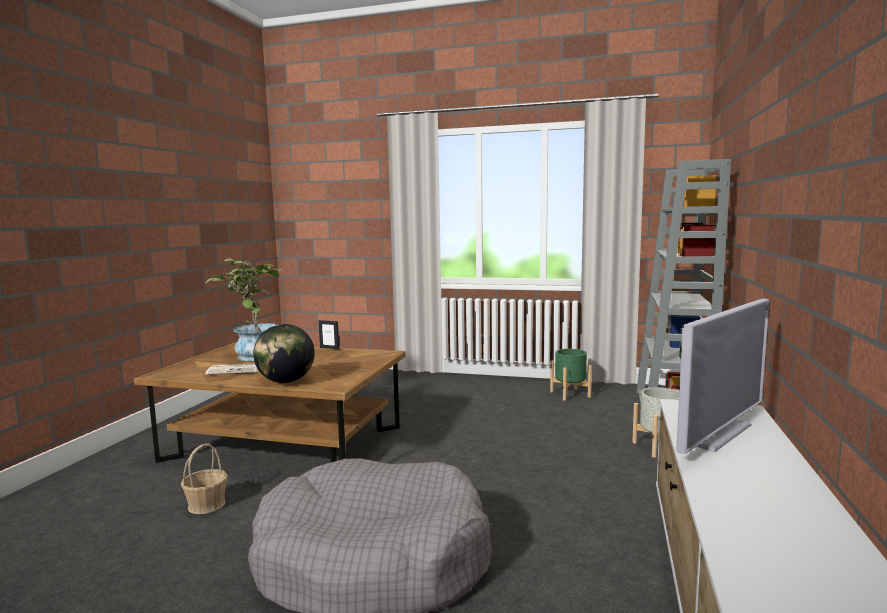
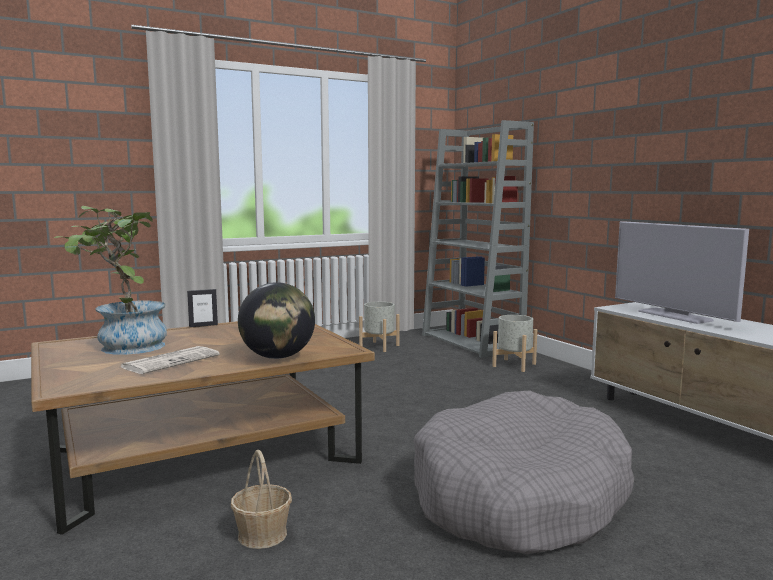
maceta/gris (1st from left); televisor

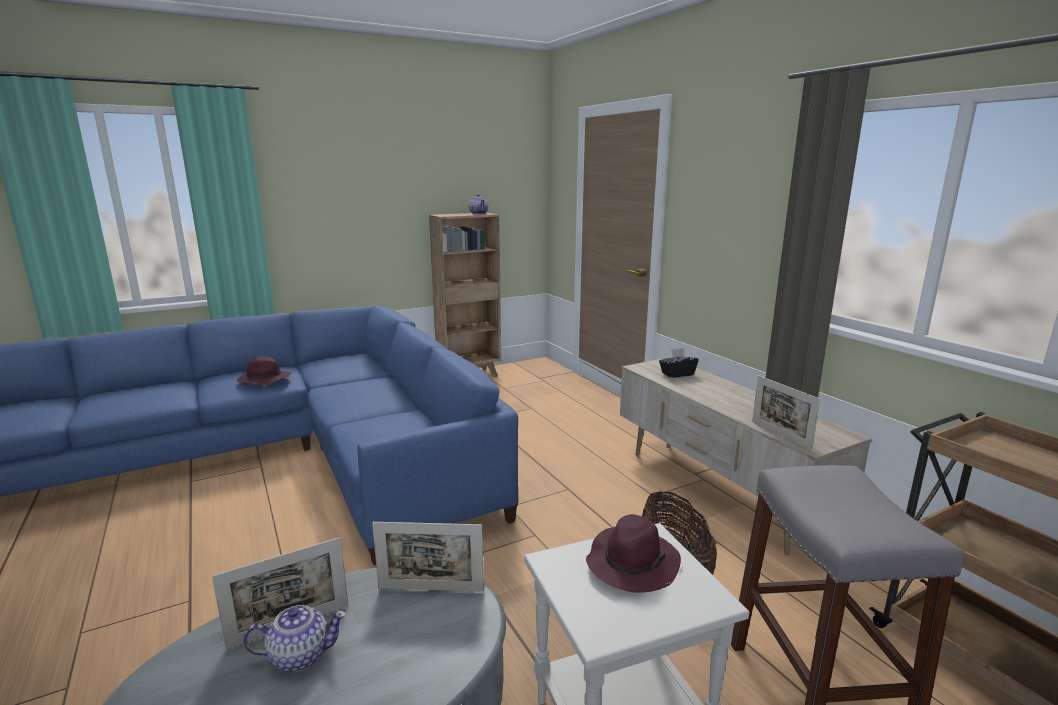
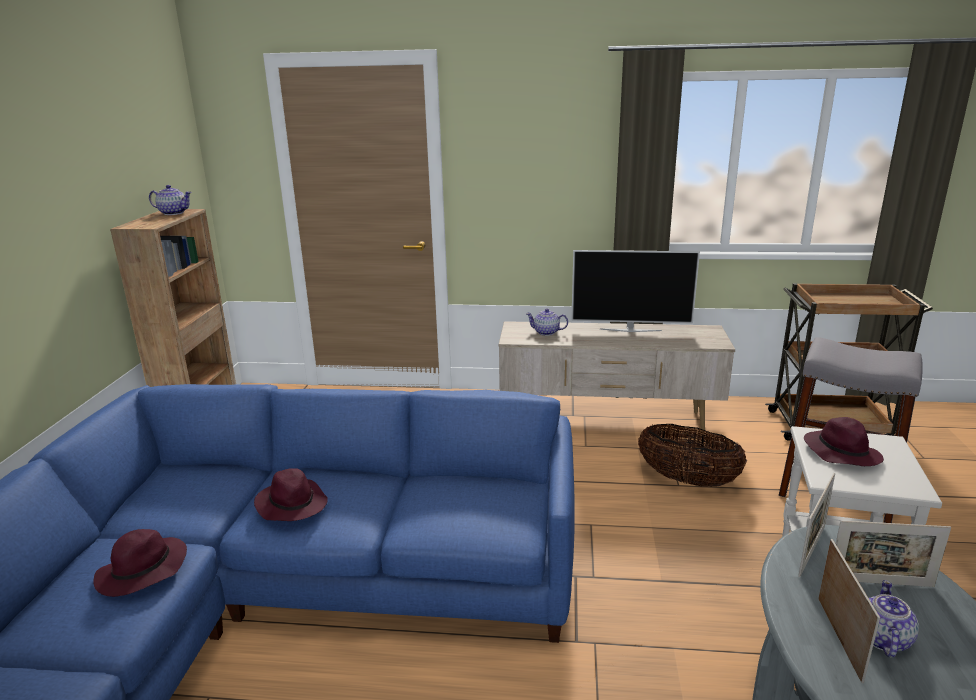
sombrero/morado (2nd from left); tetera (2nd from left); televisor; portarretratos (3rd from left)

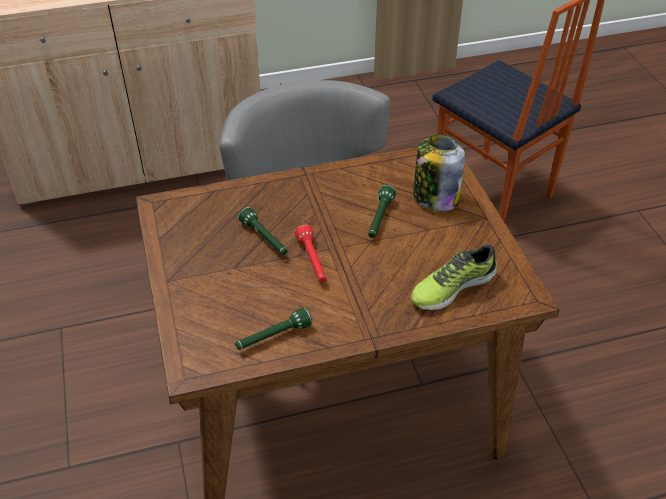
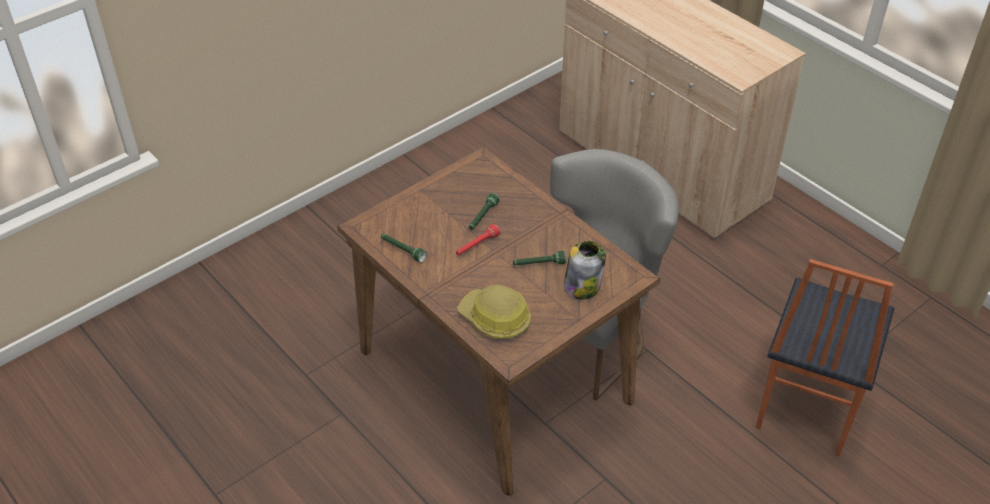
casco

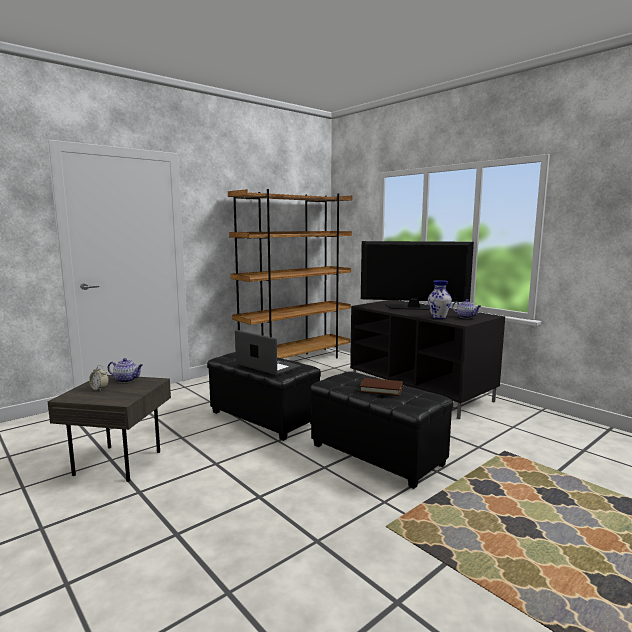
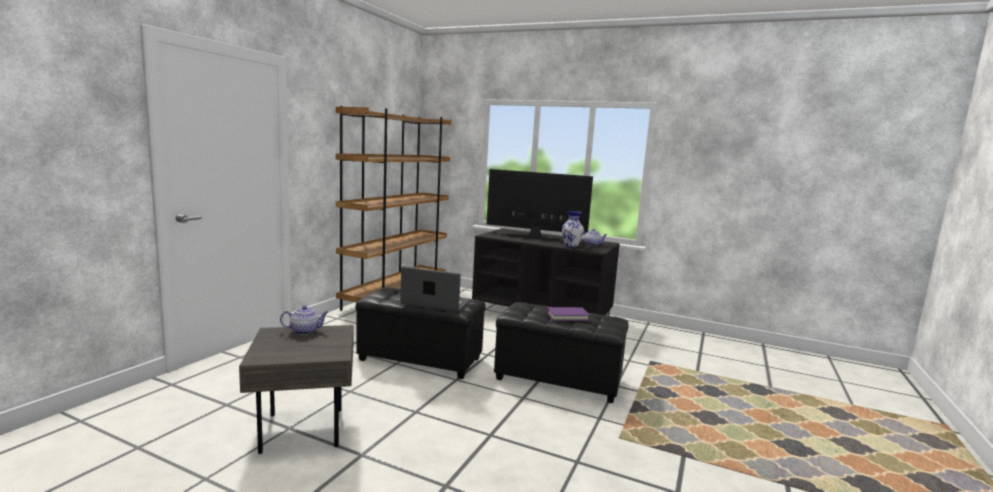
televisor; libro/morado; despertador

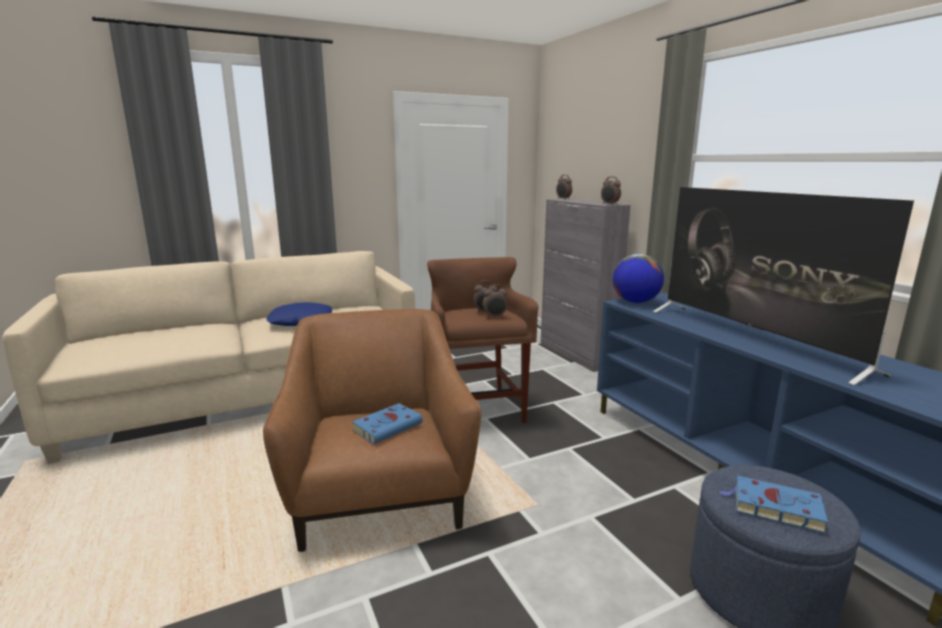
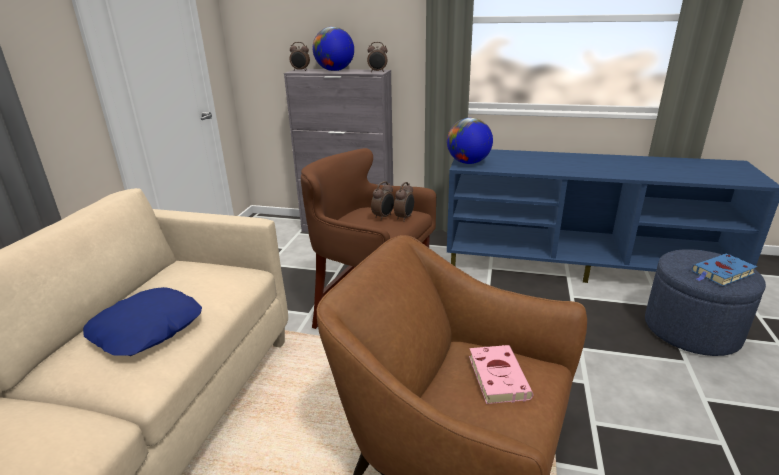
globo terráqueo (1st from left); libro/rosa; televisor

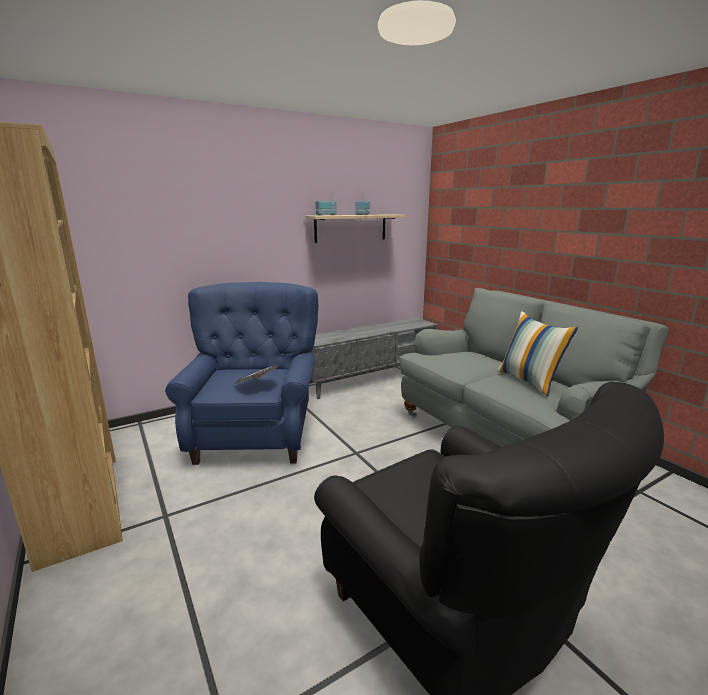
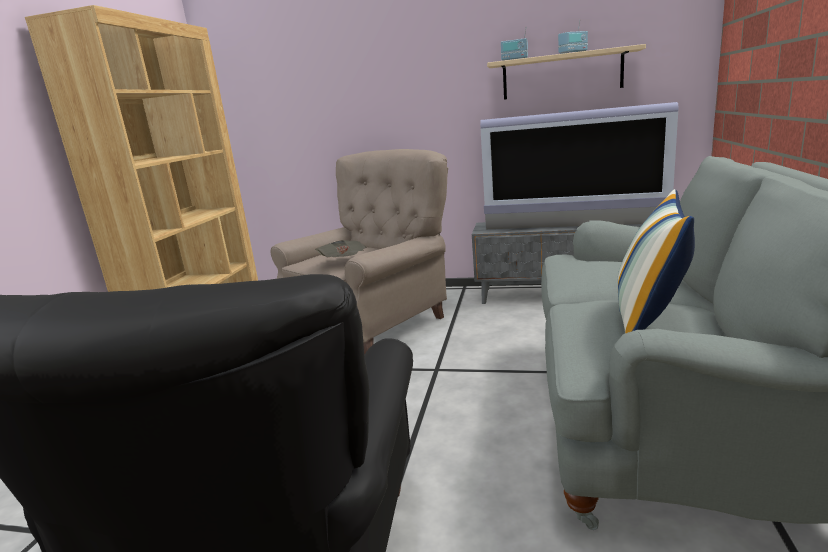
sillón/beis; televisor

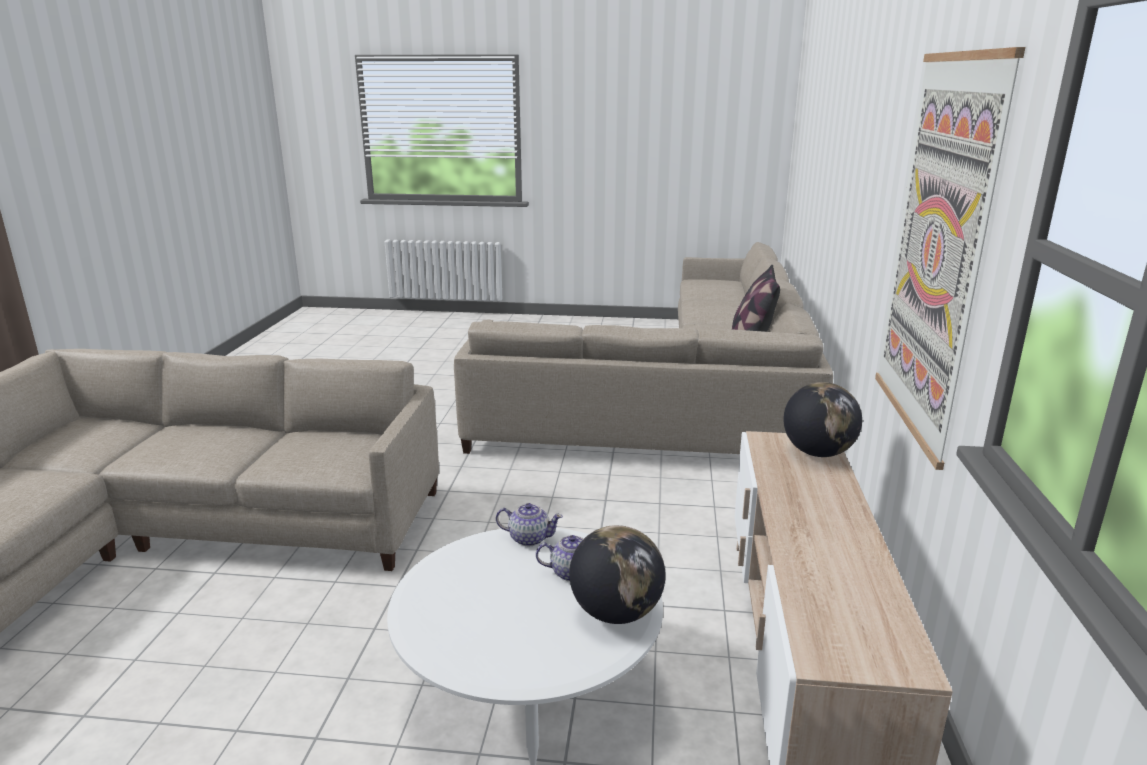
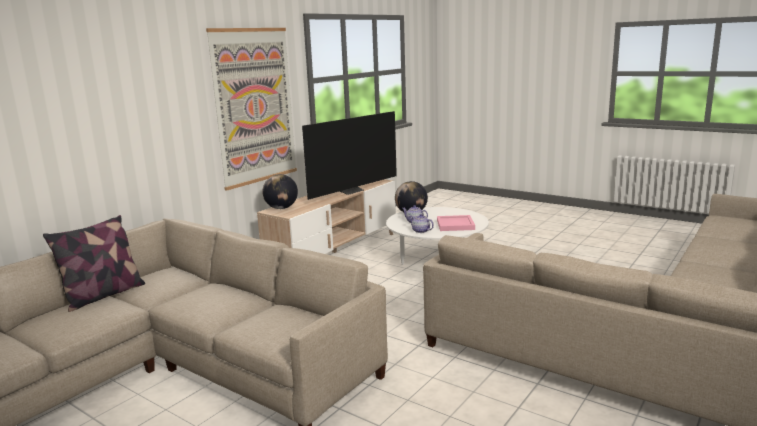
televisor; bandeja/rosa

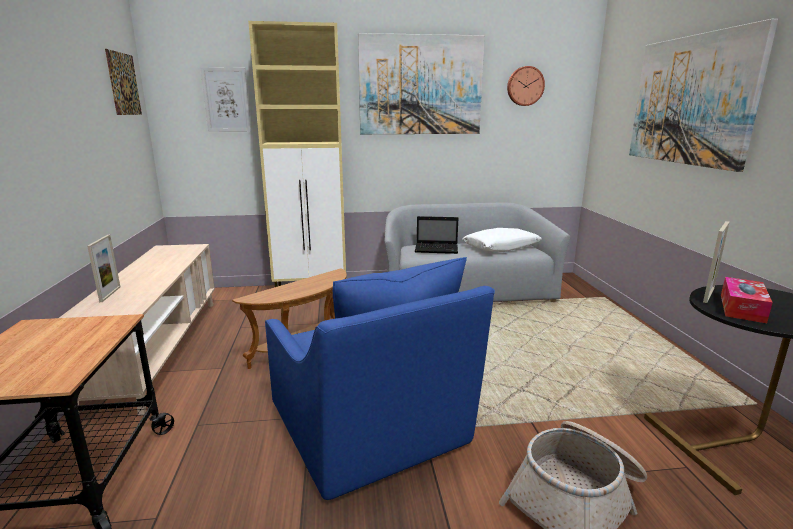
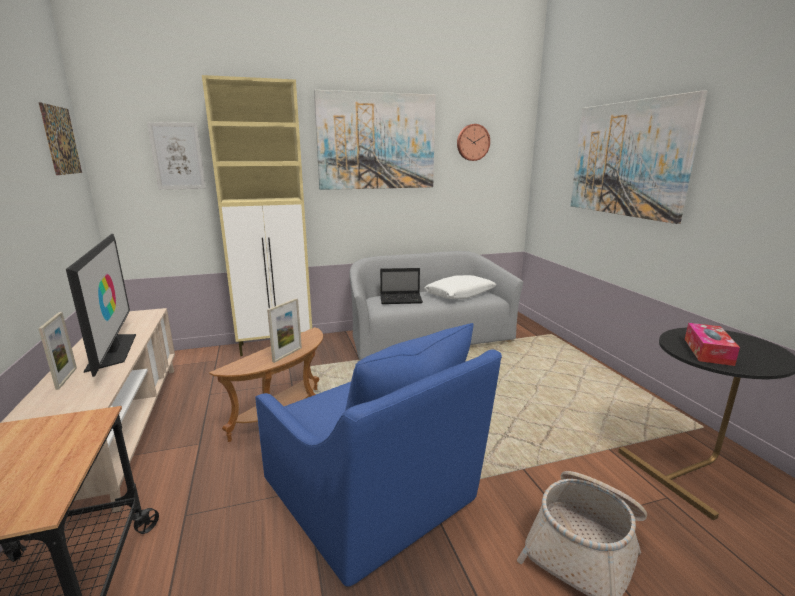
televisor; portarretratos (2nd from left)

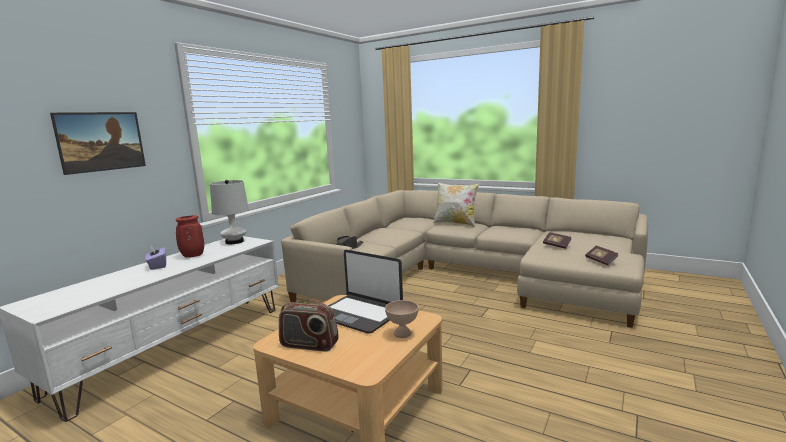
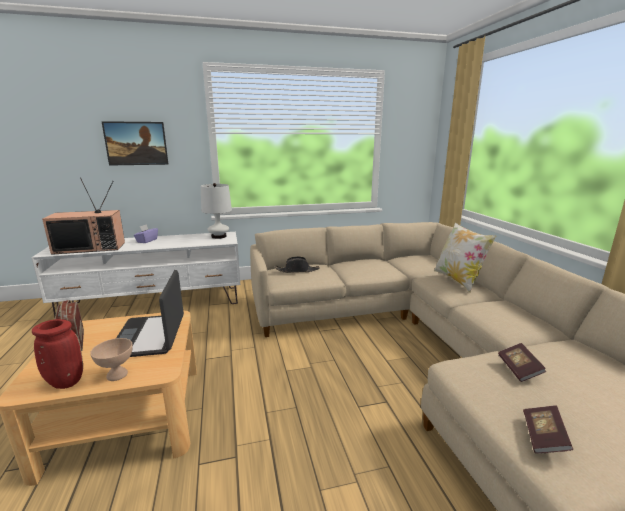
florero/rojo; televisor

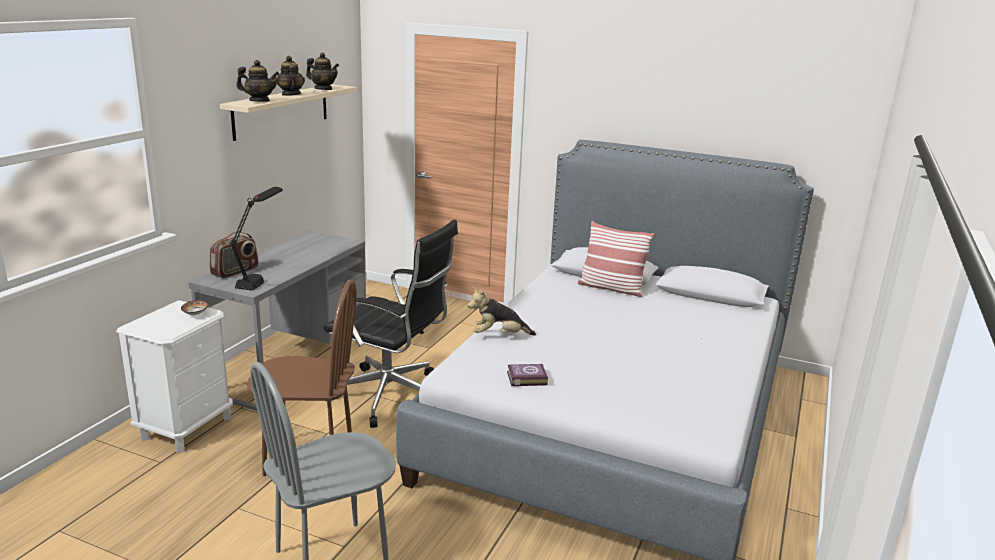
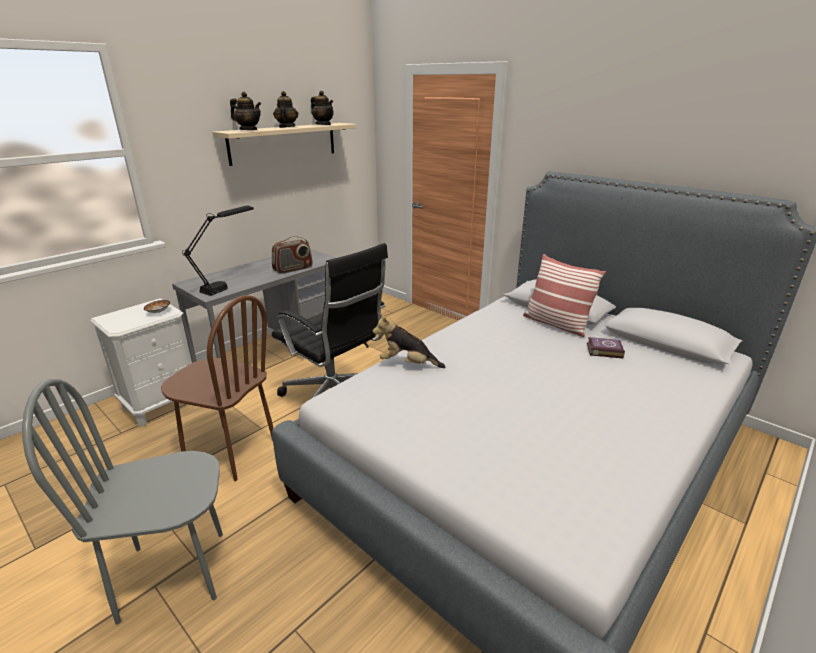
radio; libro

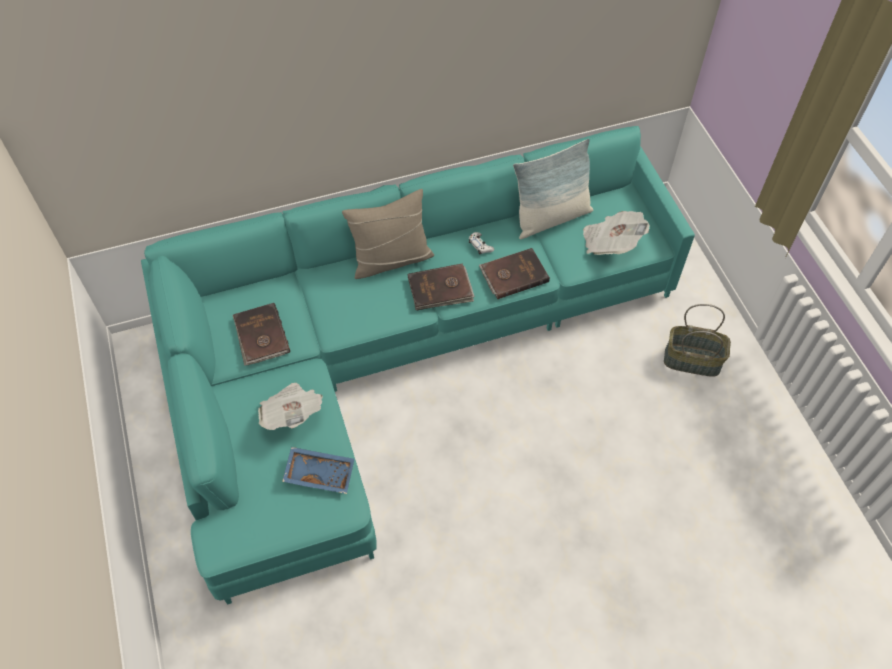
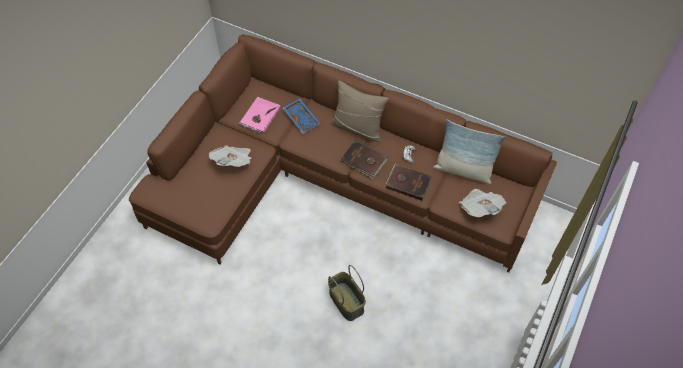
sofá/marrón; libro/rosa; bandeja/azul; cesta

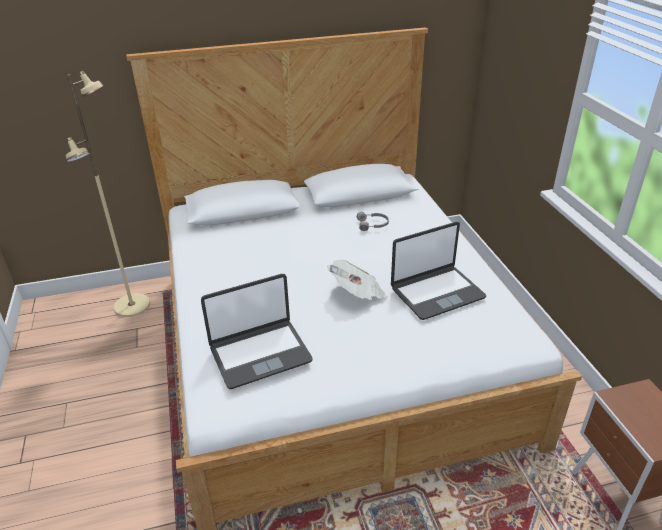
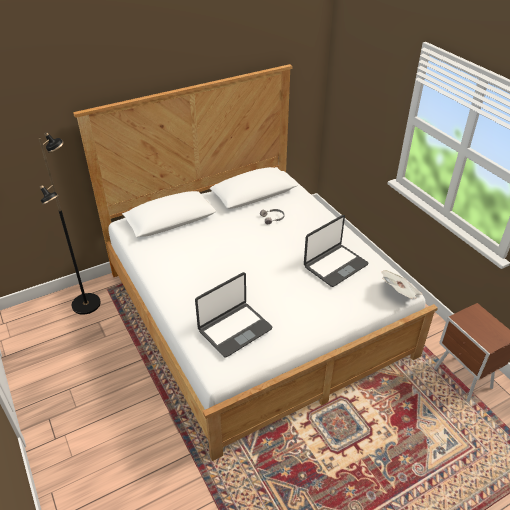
lámpara de pie/negro; periódico

